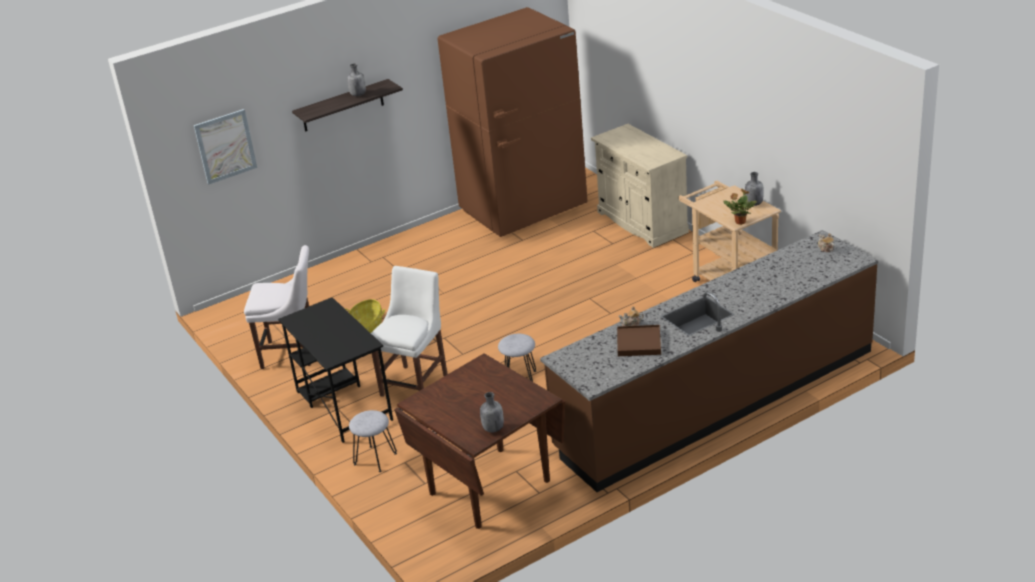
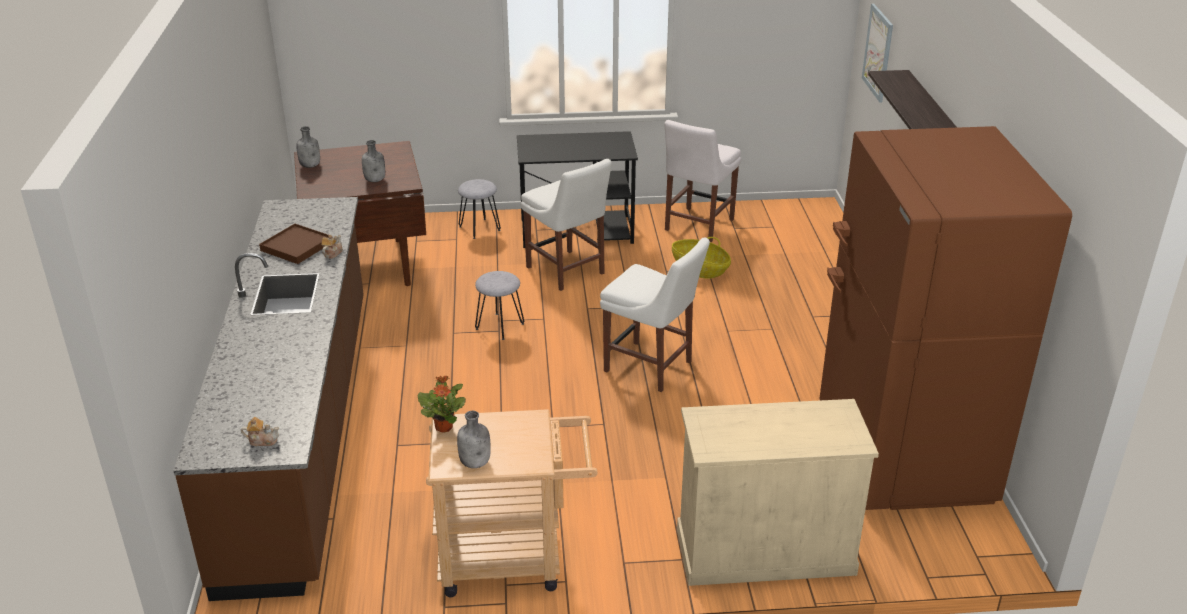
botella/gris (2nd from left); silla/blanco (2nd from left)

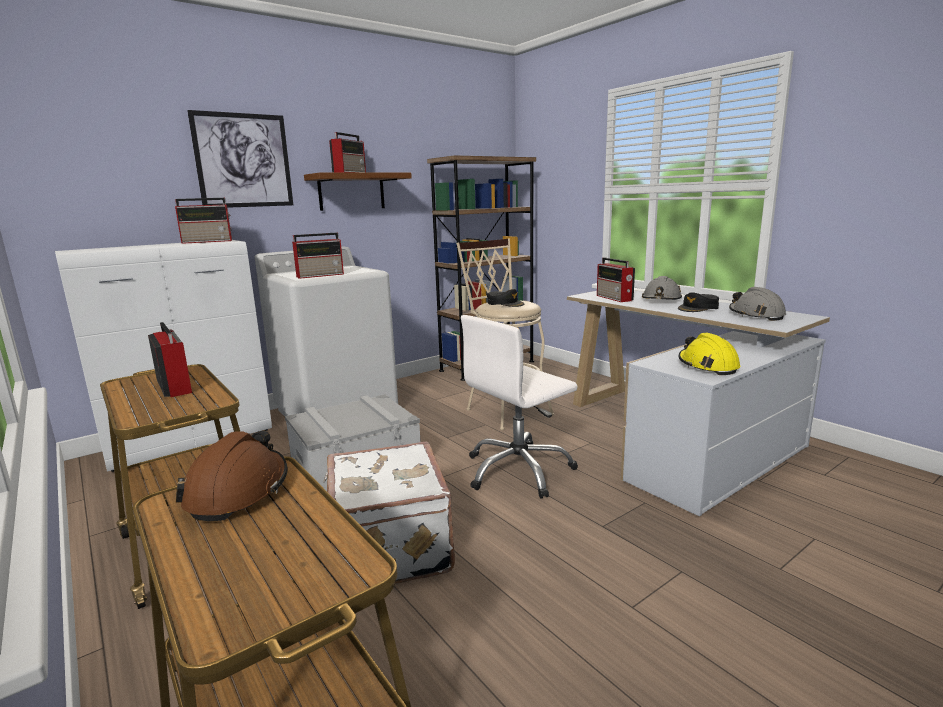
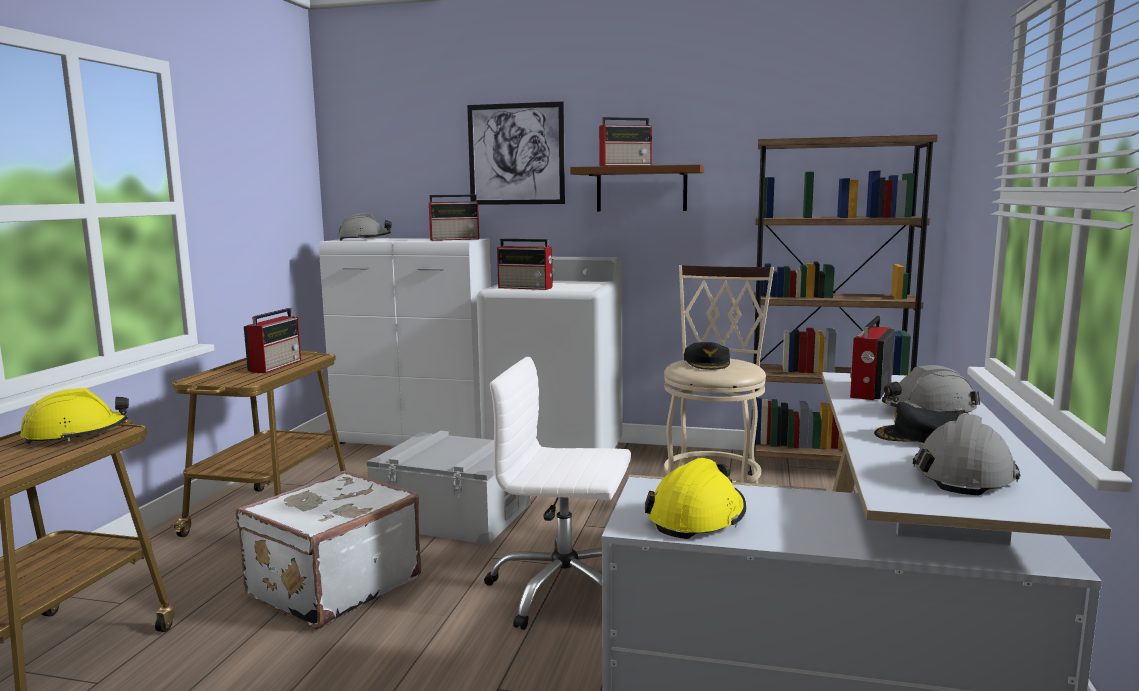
casco/amarillo (1st from left); casco/gris (1st from left); radio (2nd from left)

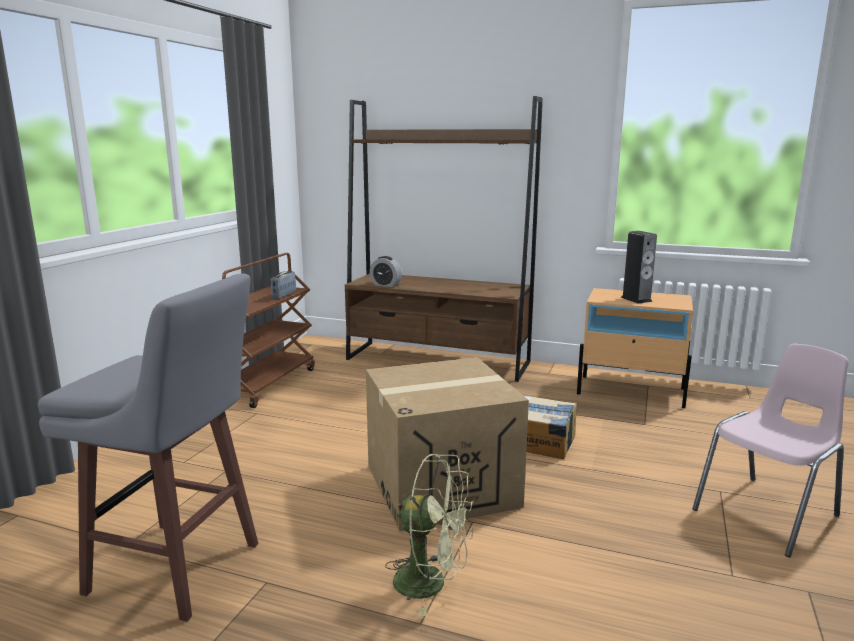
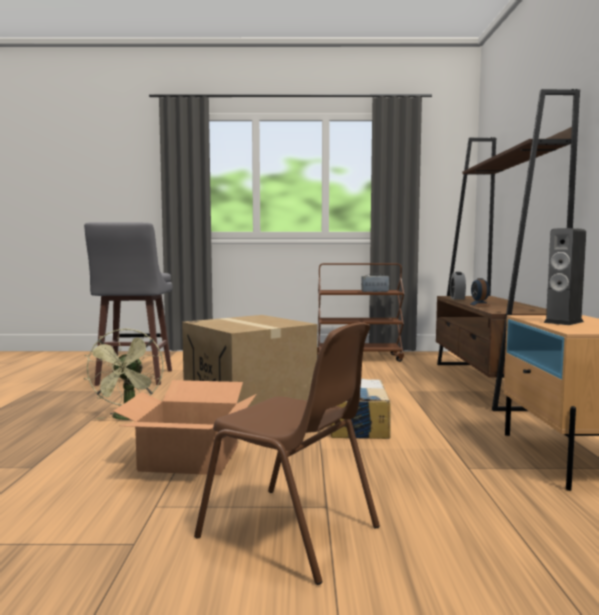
caja de cartón (1st from left); silla/marrón; despertador (2nd from left)

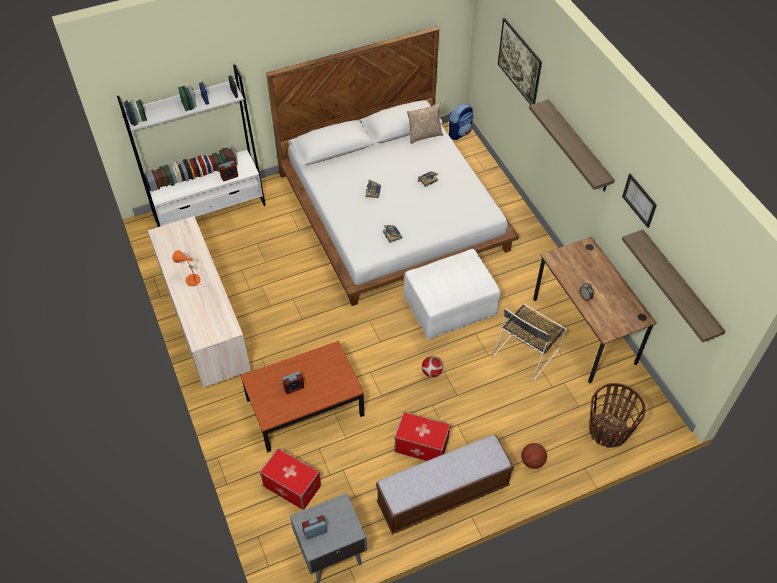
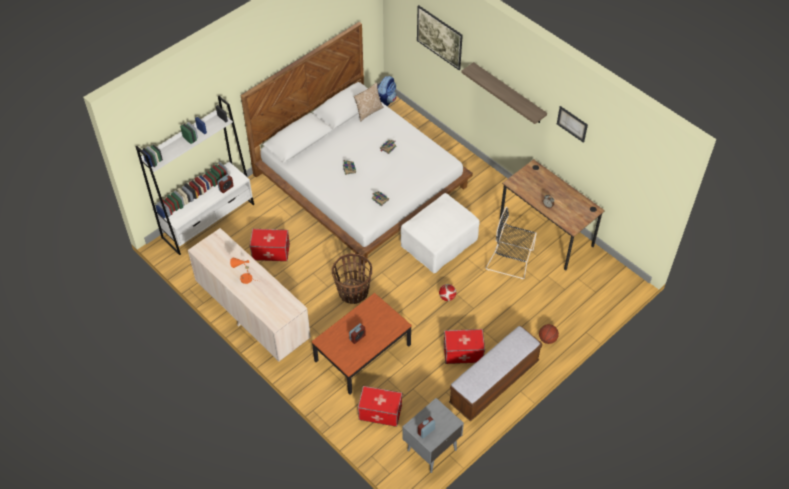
caja de almacenaje (1st from left); cesta; silla/negro; estante (2nd from left in the first image)

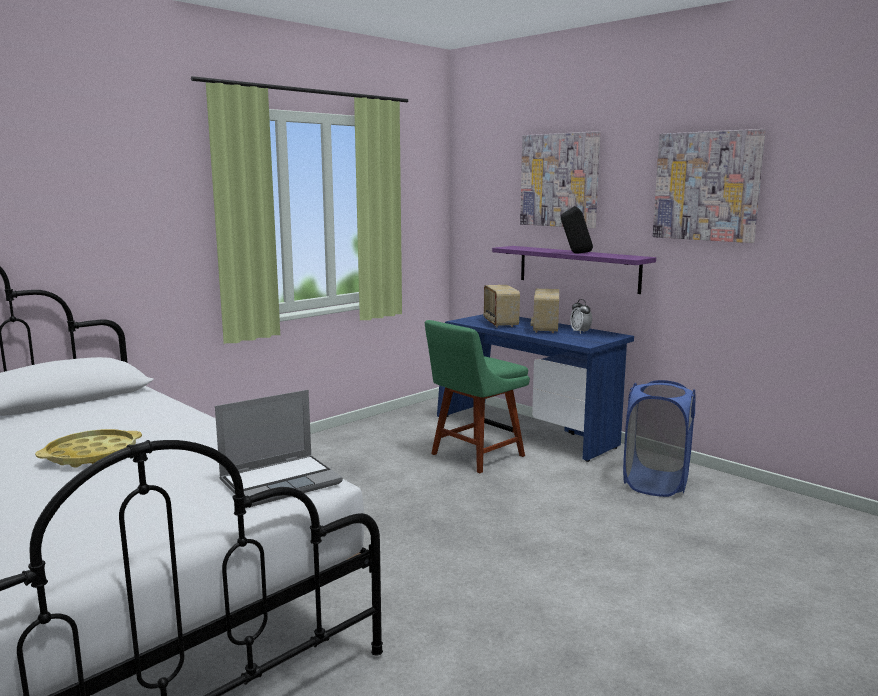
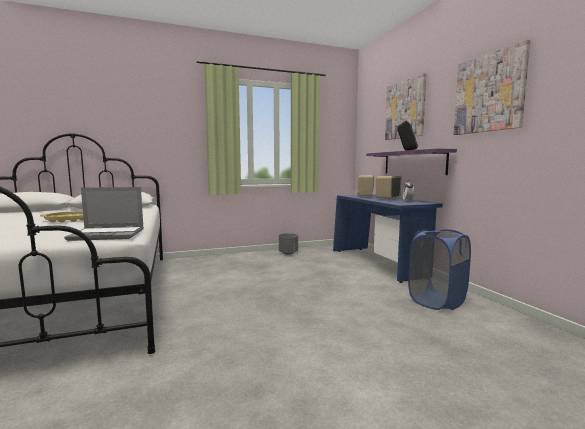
maceta/gris; silla/verde

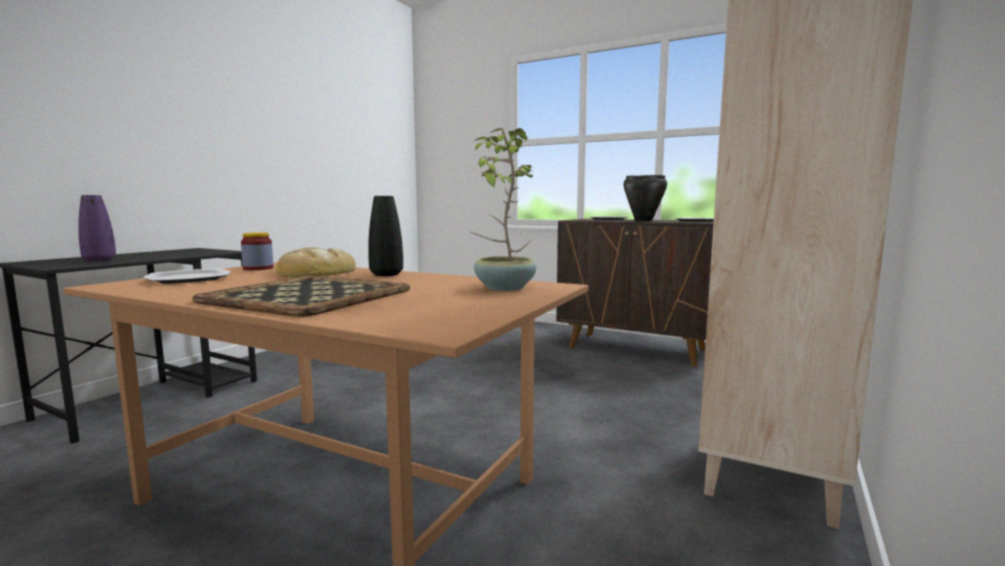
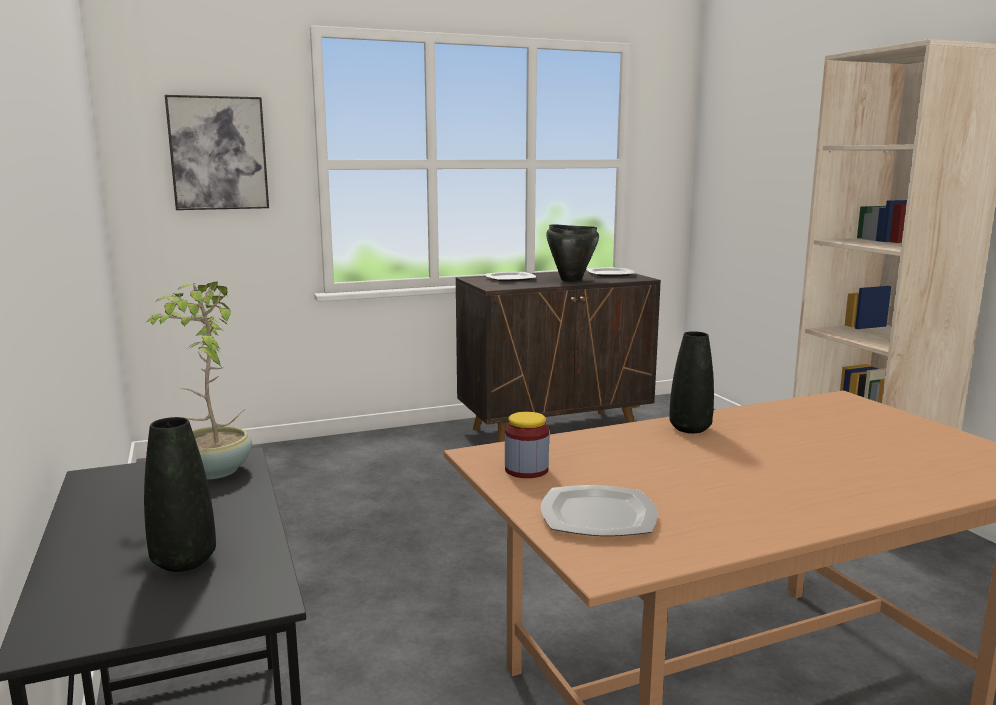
florero/negro (1st from left); planta en maceta; cuadro; bandeja; pan

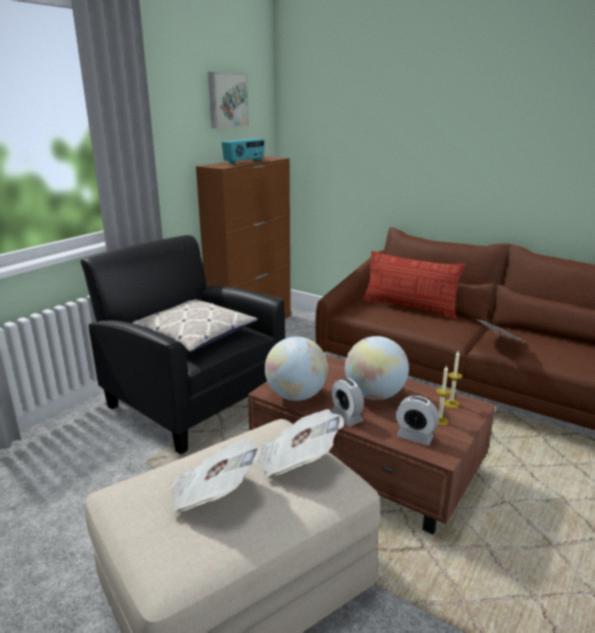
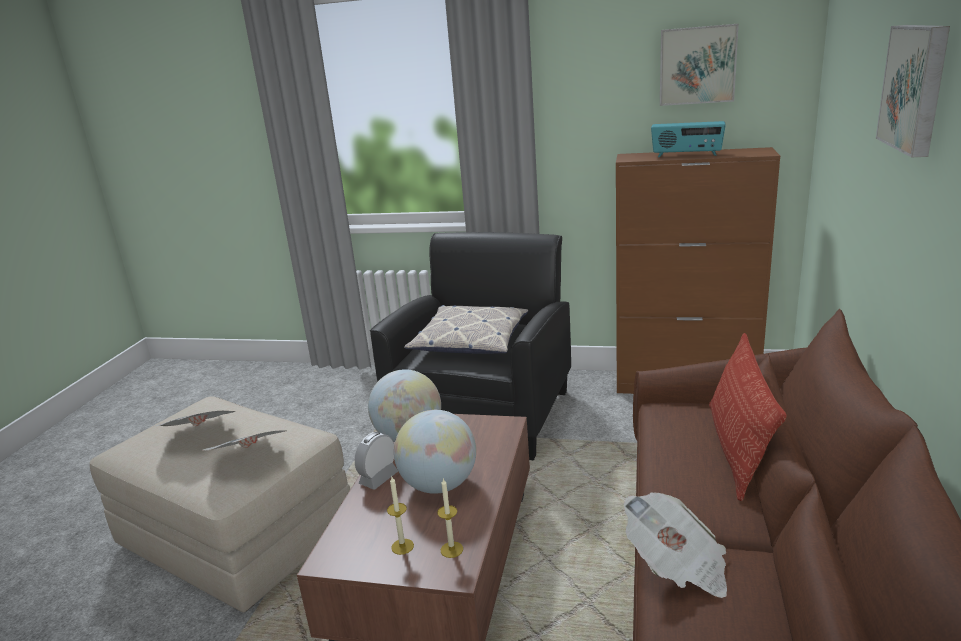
cuadro (2nd from left); despertador (2nd from left in the first image)

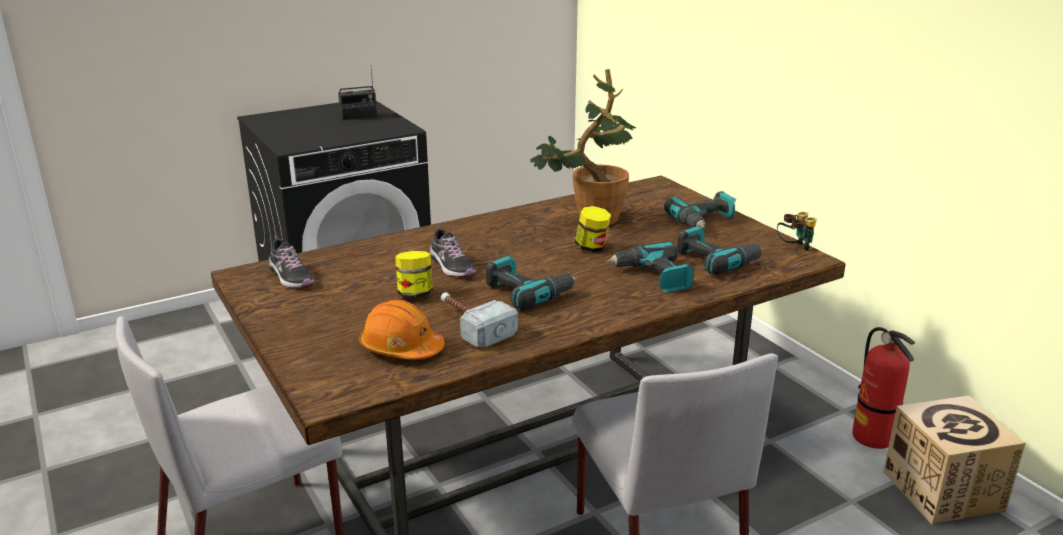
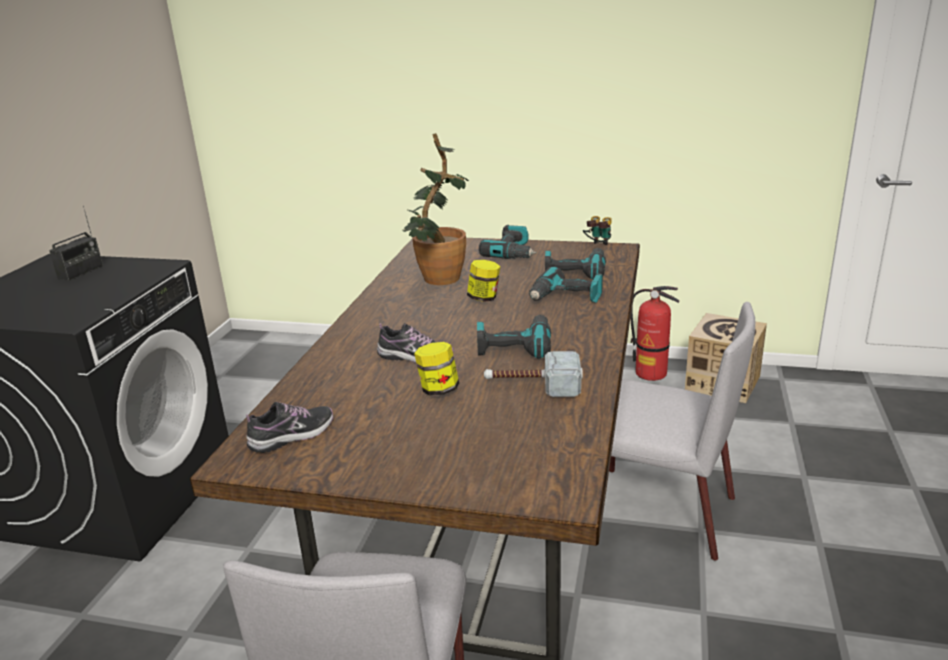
zapato (1st from left); casco/naranja

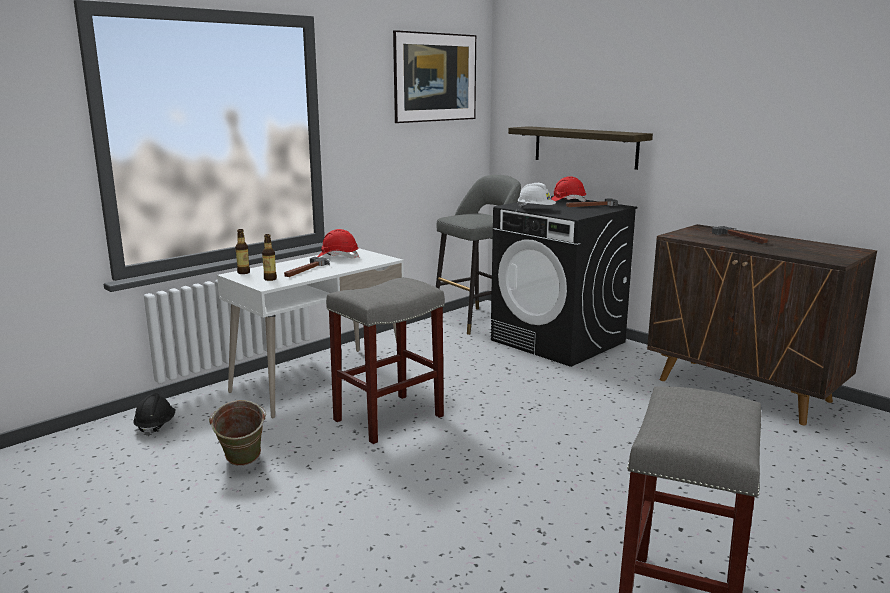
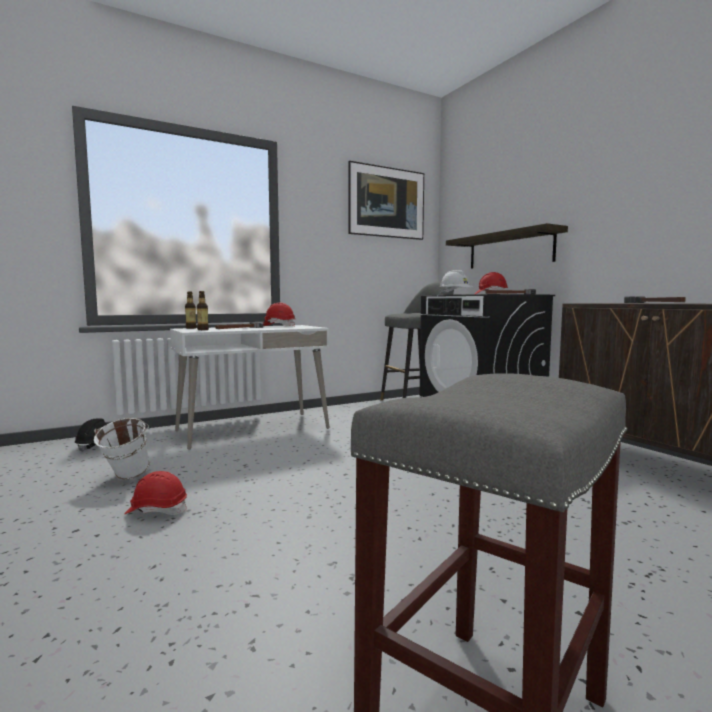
cubo/blanco; casco/rojo (1st from left); taburete/gris (1st from left in the first image)

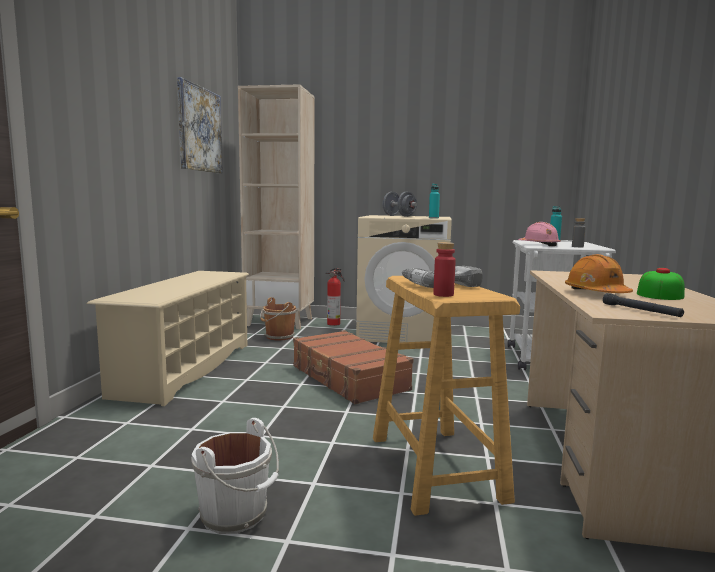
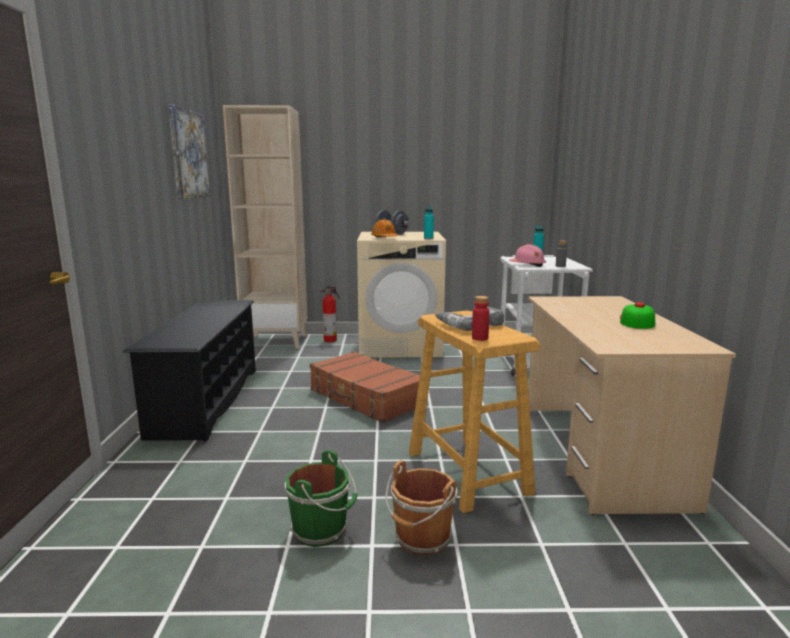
zapatero/negro; cubo/verde; casco/naranja; cubo/marrón; linterna/negro

